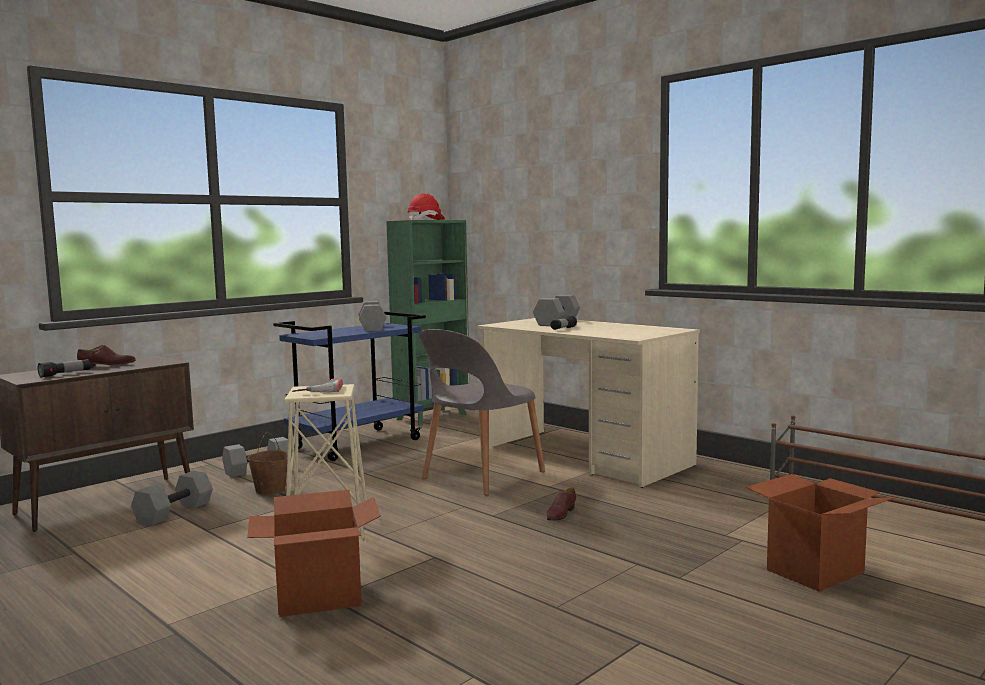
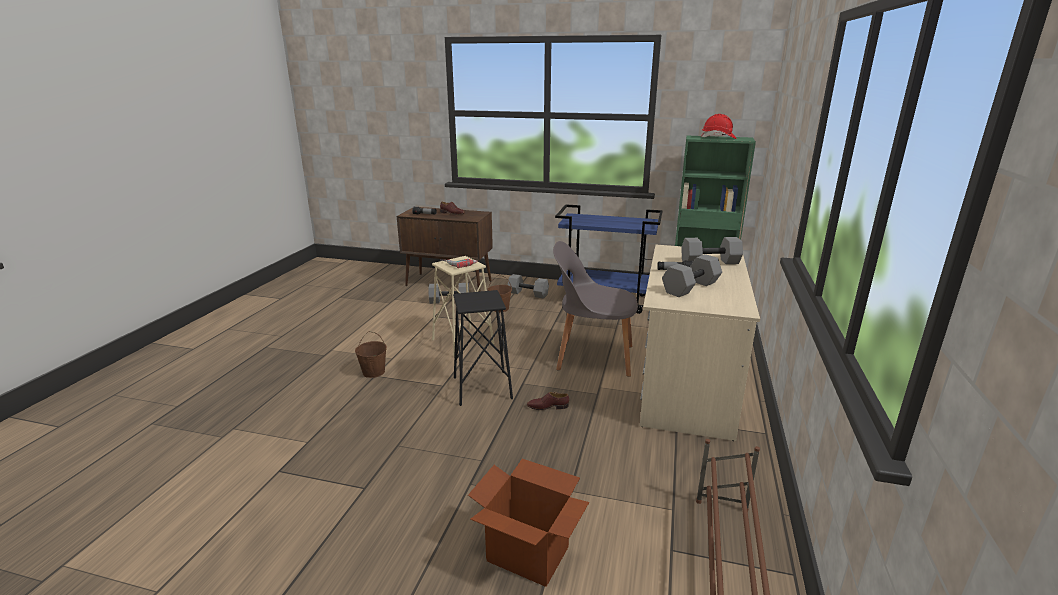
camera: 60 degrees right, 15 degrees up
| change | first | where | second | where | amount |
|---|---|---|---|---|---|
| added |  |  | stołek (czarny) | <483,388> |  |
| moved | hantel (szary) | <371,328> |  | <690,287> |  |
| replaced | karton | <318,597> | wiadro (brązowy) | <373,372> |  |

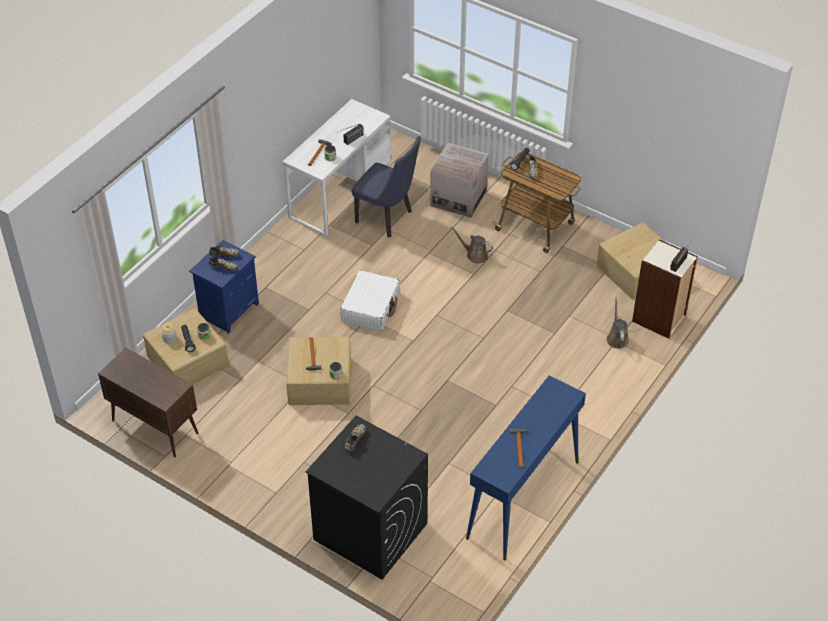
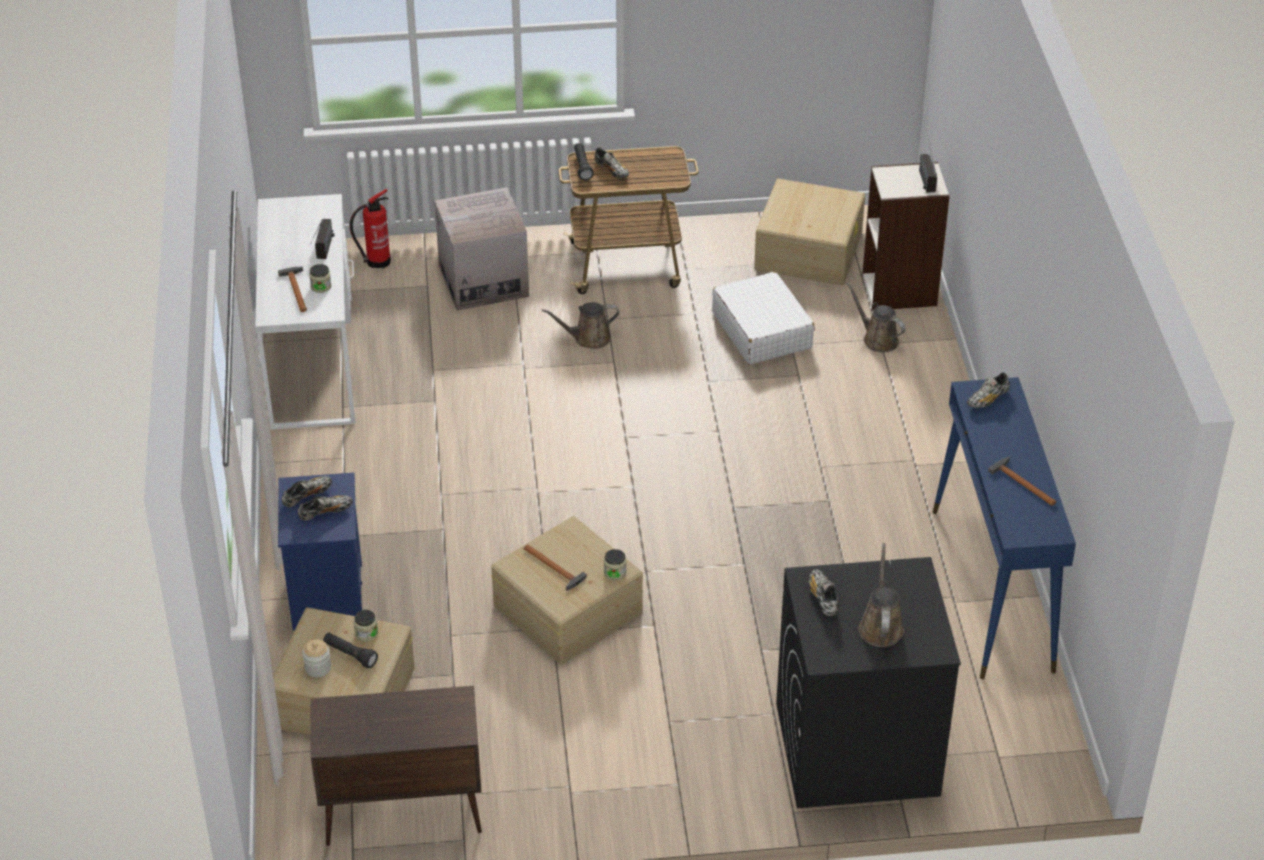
camera: 40 degrees left, 5 degrees down
| change | first | where | second | where | amount |
|---|---|---|---|---|---|
| removed | krzesło (niebieski) | <388,218> |  |  |  |
| added |  |  | gaśnica | <376,262> |  |
| added |  |  | konewka (brązowy) | <880,626> |  |
| added |  |  | but | <987,399> |  |
| moved | walizka (biały) | <371,307> |  | <762,330> |  |

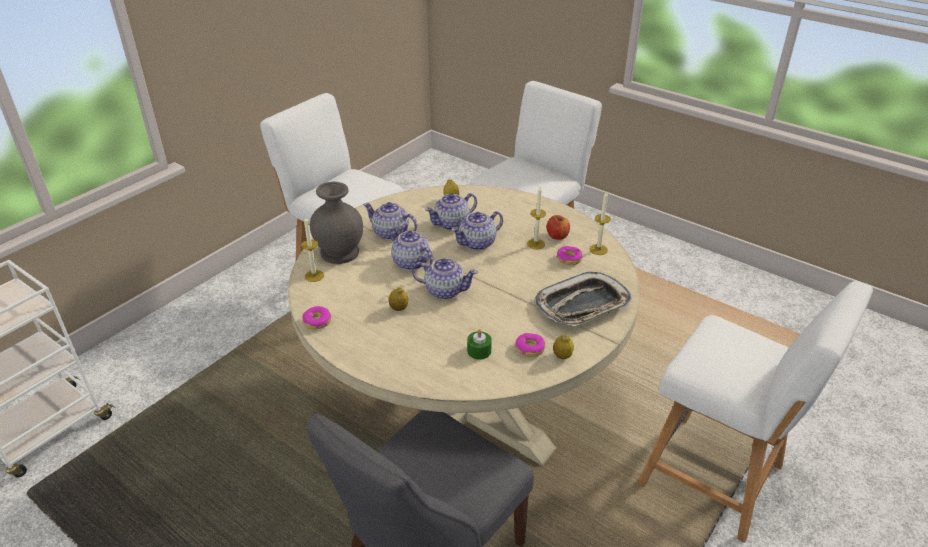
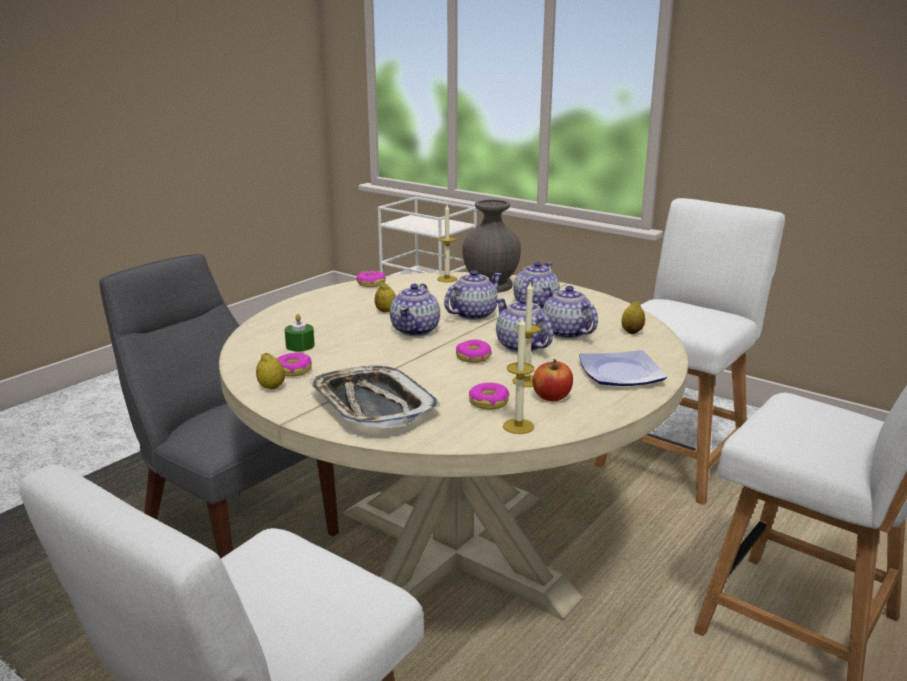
camera: 90 degrees right, 15 degrees down
| change | first | where | second | where | amount |
|---|---|---|---|---|---|
| added |  |  | donut | <473,357> |  |
| added |  |  | talerz | <621,373> |  |

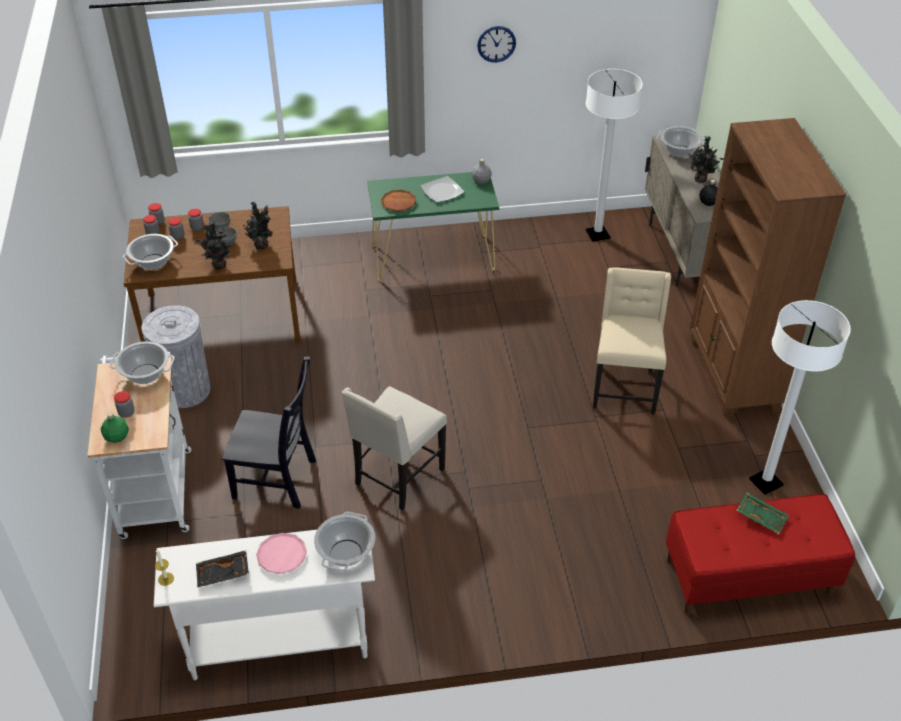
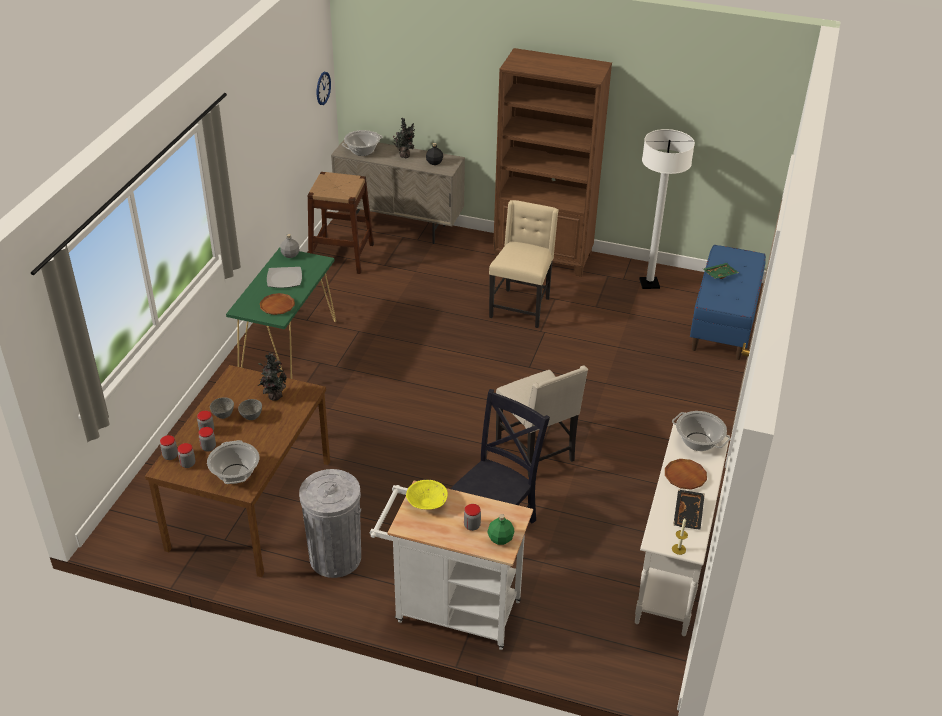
camera: 65 degrees left, 5 degrees down
| change | first | where | second | where | amount |
|---|---|---|---|---|---|
| removed | roślina doniczkowa | <218,266> |  |  |  |
| moved | zegar ścienny | <496,44> |  | <323,88> |  |
| replaced | garnek | <145,374> | miska (żółty) | <426,502> |  |
| replaced | lampa stojąca (biały) | <597,234> | stołek (brązowy) | <341,255> |  |
| recoloured | talerz (różowy) | <282,555> | talerz (brązowy) | <685,476> |  |
| recoloured | ławka (czerwony) | <748,578> | ławka (niebieski) | <723,323> |  |
| turned | krzesło (beżowy) | <624,388> |  | <521,307> | 75 degrees clockwise |

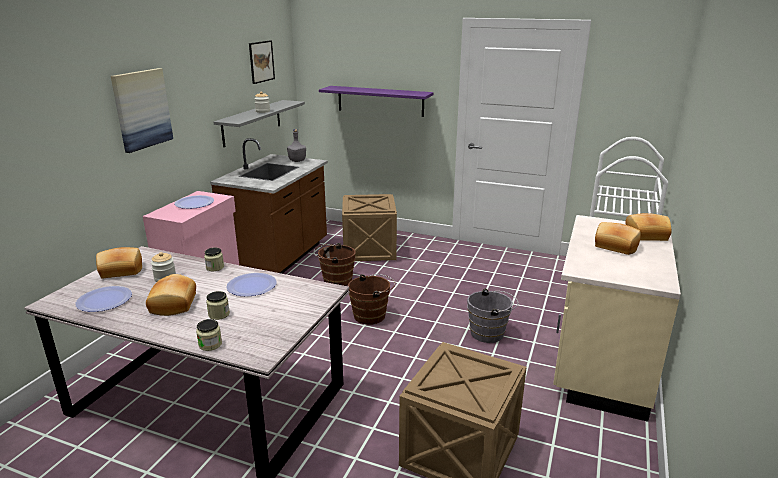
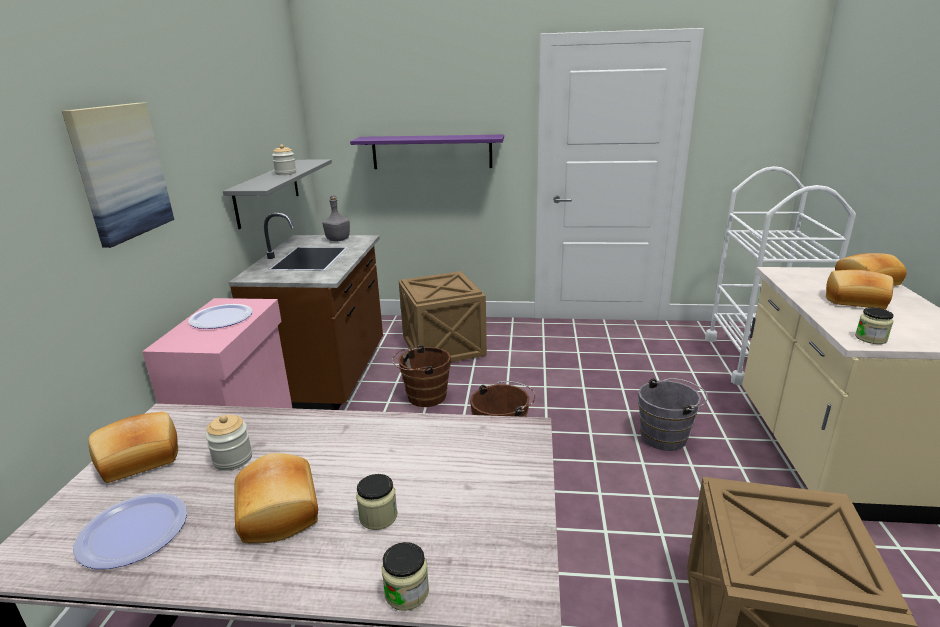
camera: 15 degrees left, 0 degrees up
| change | first | where | second | where | amount |
|---|---|---|---|---|---|
| removed | talerz | <251,286> |  |  |  |
| removed | obraz | <261,61> |  |  |  |
| moved | słoik | <215,267> |  | <870,338> |  |

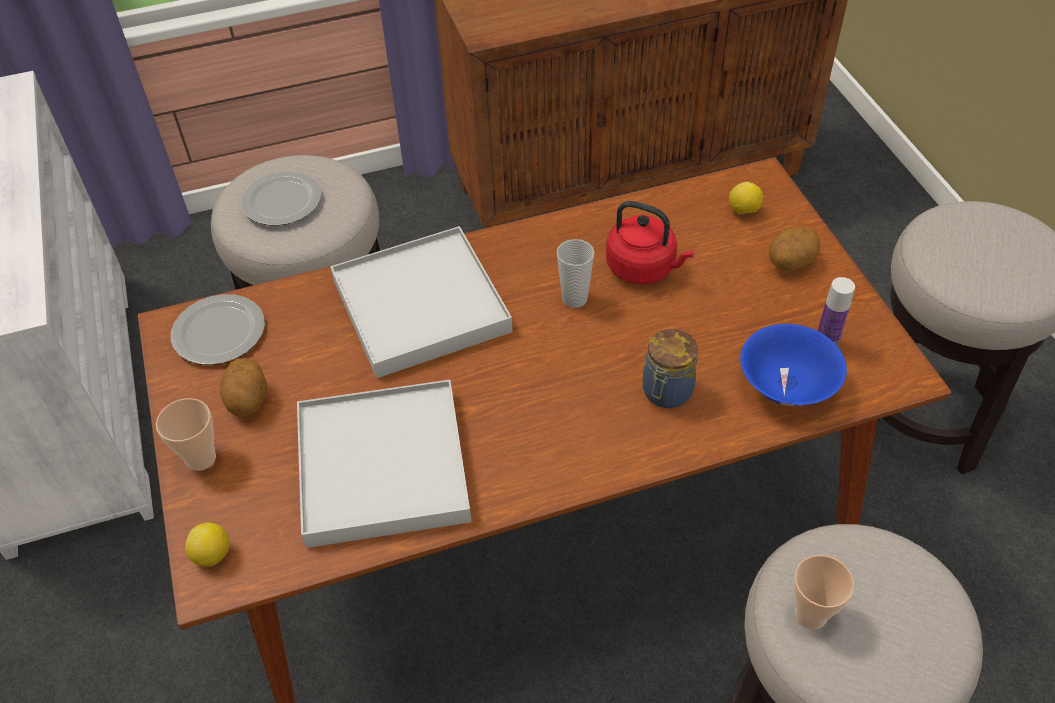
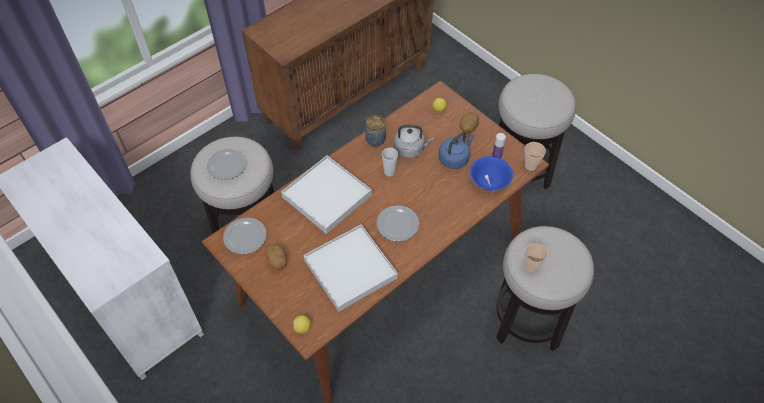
camera: 25 degrees left, 5 degrees up
| change | first | where | second | where | amount |
|---|---|---|---|---|---|
| added |  |  | talerz | <397,225> |  |
| added |  |  | czajnik (niebieski) | <455,158> |  |
| moved | filiżanka | <201,458> |  | <530,166> |  |
| moved | słoik | <666,393> |  | <375,140> |  |
| recoloured | czajnik (czerwony) | <644,268> | czajnik (szary) | <411,149> |  |

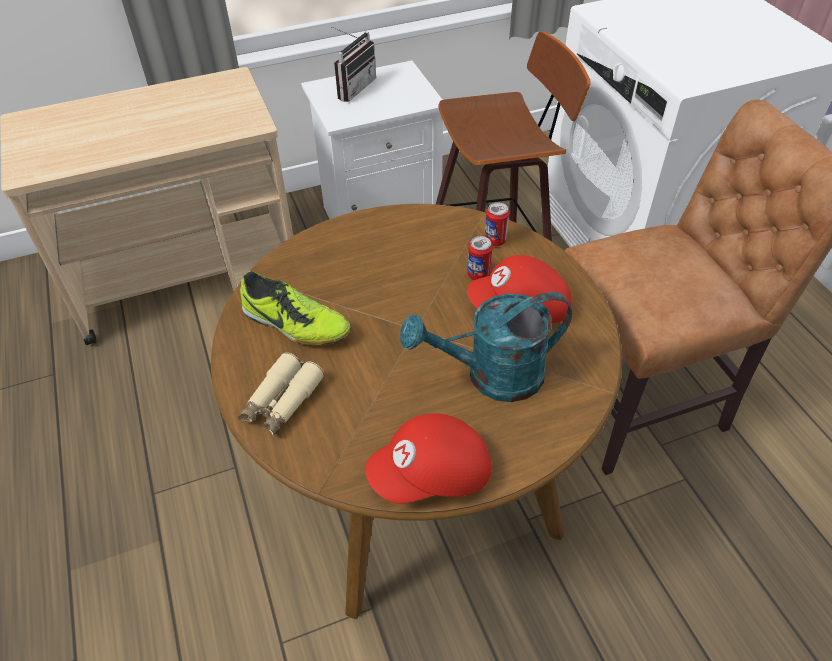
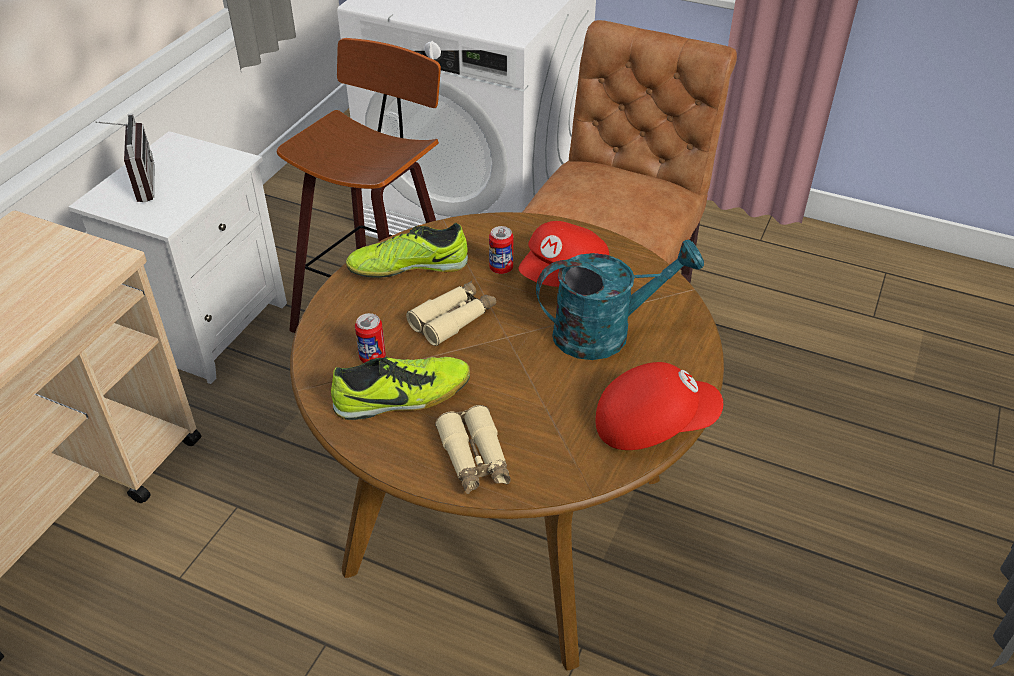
camera: 45 degrees left, 5 degrees down
| change | first | where | second | where | amount |
|---|---|---|---|---|---|
| added |  |  | but | <408,267> |  |
| added |  |  | lornetka (beżowy) | <453,319> |  |
| moved | puszka | <495,241> |  | <372,358> |  |
| turned | czapka z daszkiem (czerwony) | <432,475> |  | <653,423> | 120 degrees counterclockwise |
| turned | konewka (turkusowy) | <491,376> |  | <605,332> | 135 degrees counterclockwise |

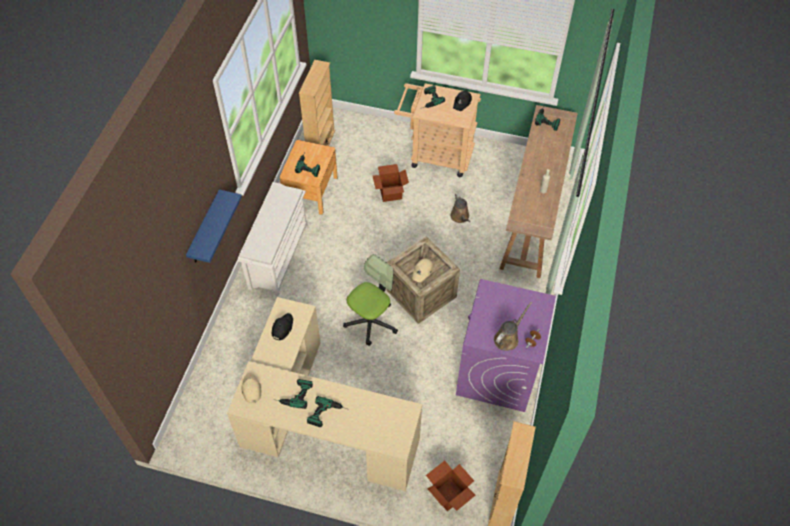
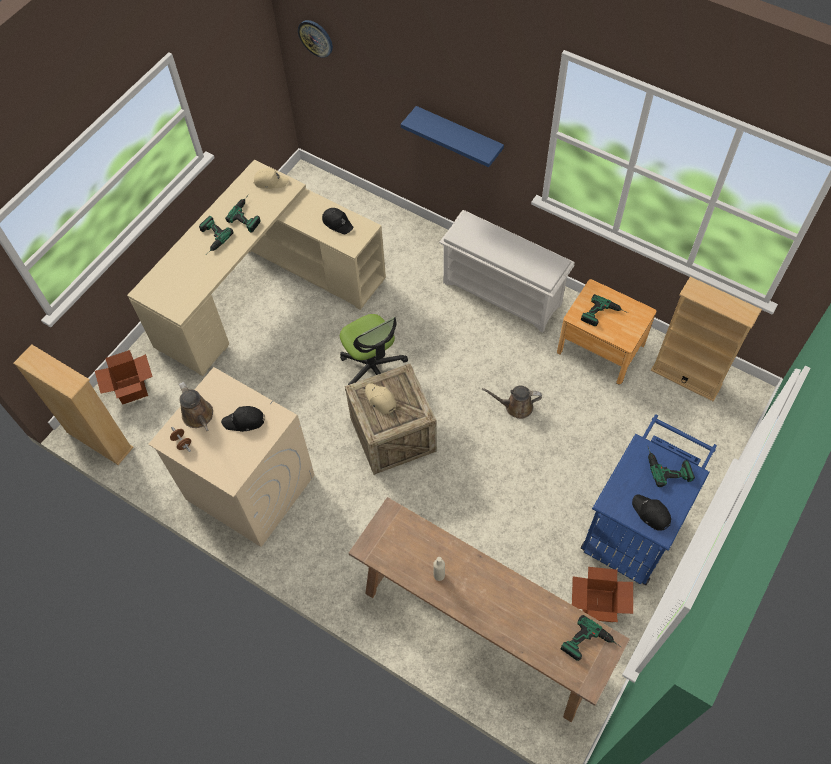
camera: 110 degrees right, 5 degrees up
| change | first | where | second | where | amount |
|---|---|---|---|---|---|
| added |  |  | czapka z daszkiem (czarny) | <244,421> |  |
| added |  |  | zegar ścienny | <316,38> |  |
| moved | karton | <390,193> |  | <597,605> |  |
| moved | konewka (brązowy) | <460,217> |  | <515,407> |  |
| recoloured | wózek (beżowy) | <435,155> | wózek (niebieski) | <635,525> |  |
| recoloured | pralka (fioletowy) | <497,372> | pralka (beżowy) | <249,487> |  |

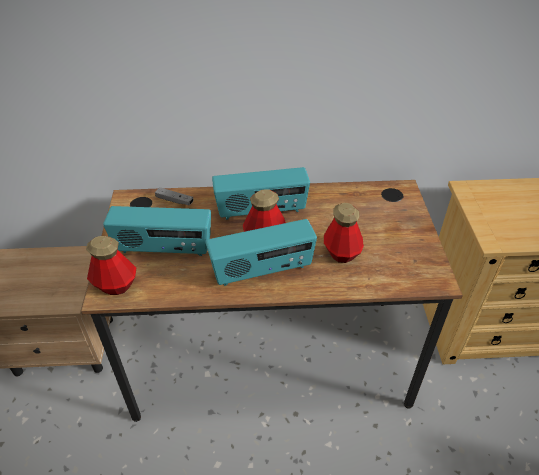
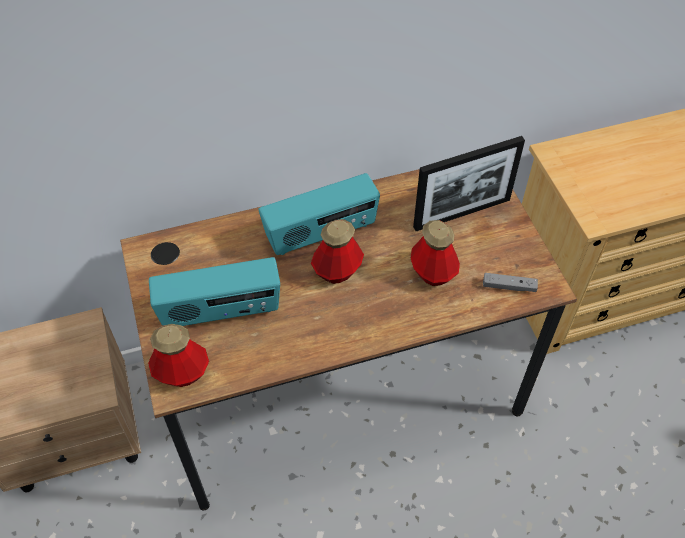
camera: 15 degrees left, 10 degrees up
| change | first | where | second | where | amount |
|---|---|---|---|---|---|
| removed | radio | <262,271> |  |  |  |
| added |  |  | ramka na zdjęcie | <462,213> |  |
| moved | pad do gier (szary) | <174,200> |  | <509,286> |  |

